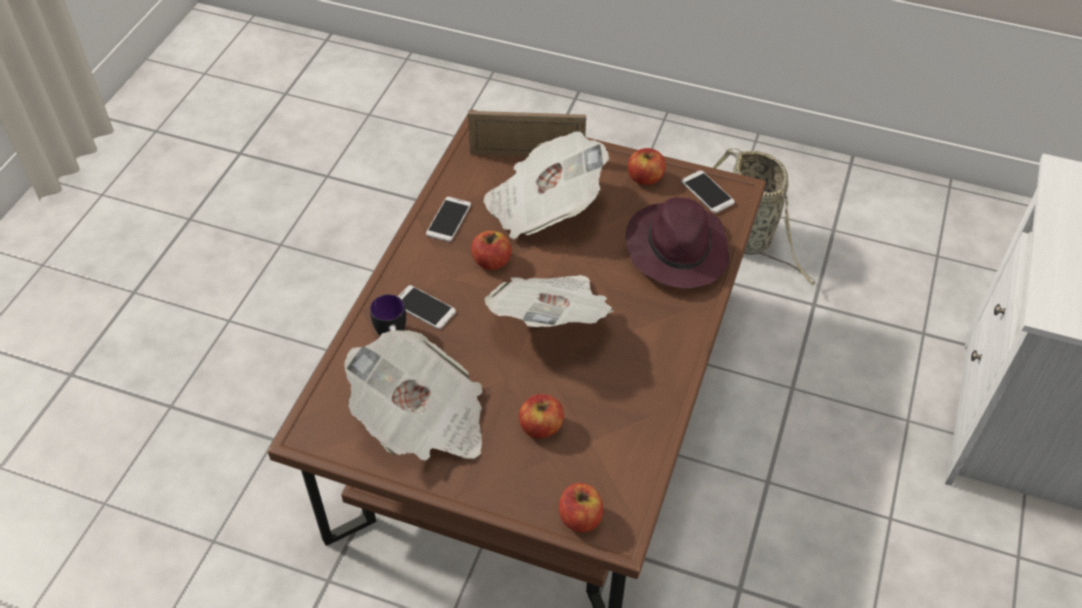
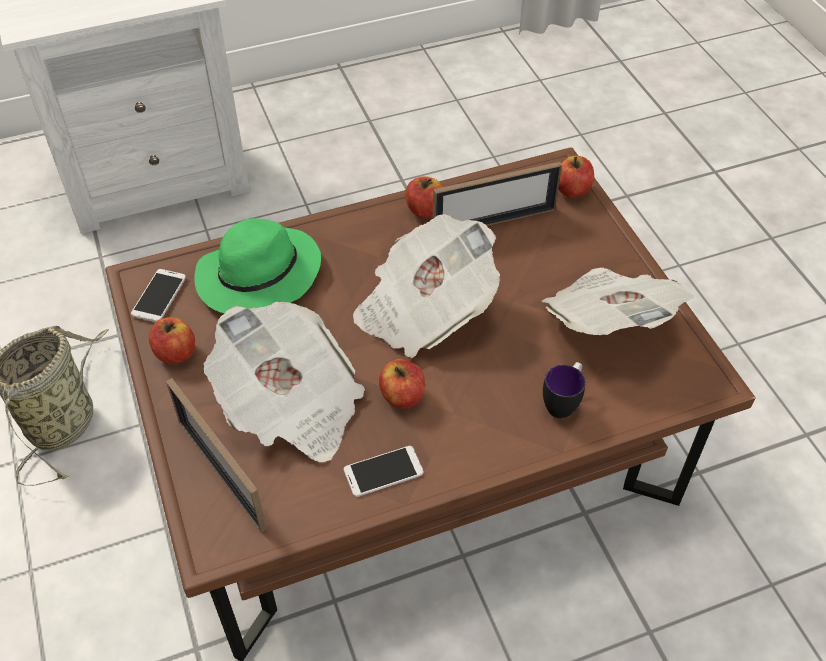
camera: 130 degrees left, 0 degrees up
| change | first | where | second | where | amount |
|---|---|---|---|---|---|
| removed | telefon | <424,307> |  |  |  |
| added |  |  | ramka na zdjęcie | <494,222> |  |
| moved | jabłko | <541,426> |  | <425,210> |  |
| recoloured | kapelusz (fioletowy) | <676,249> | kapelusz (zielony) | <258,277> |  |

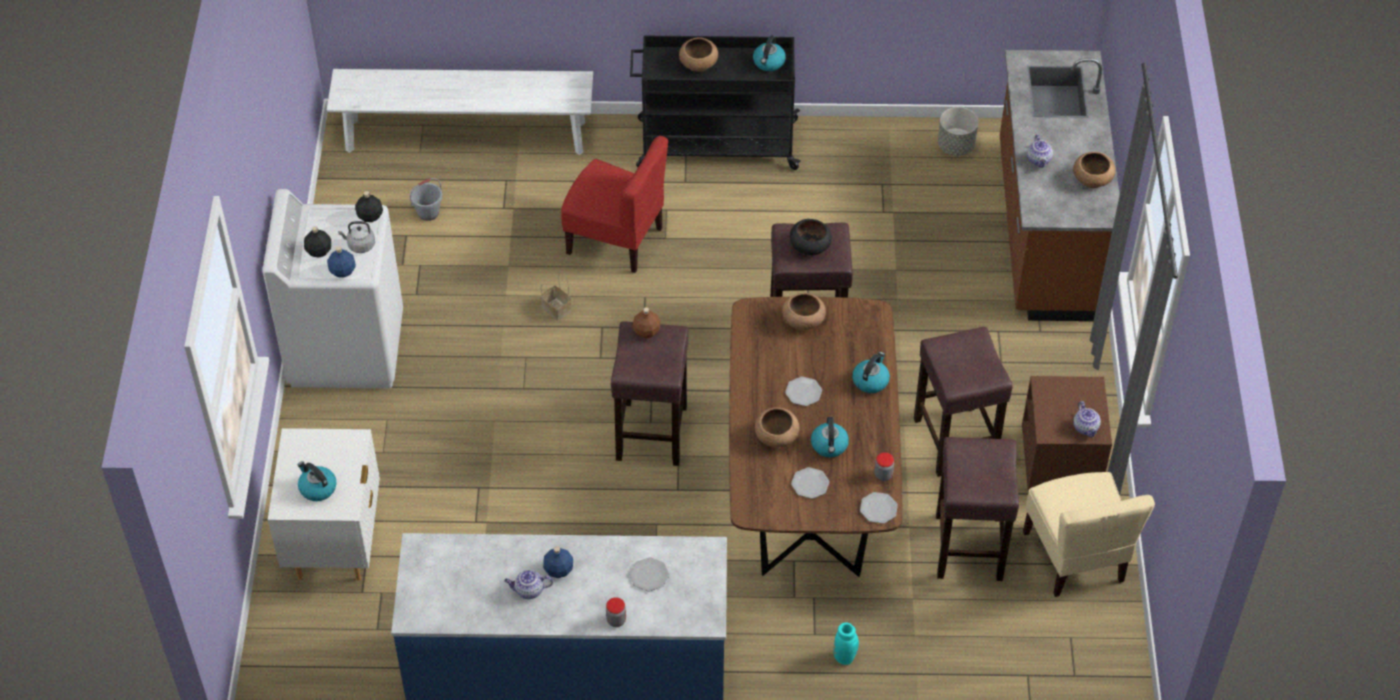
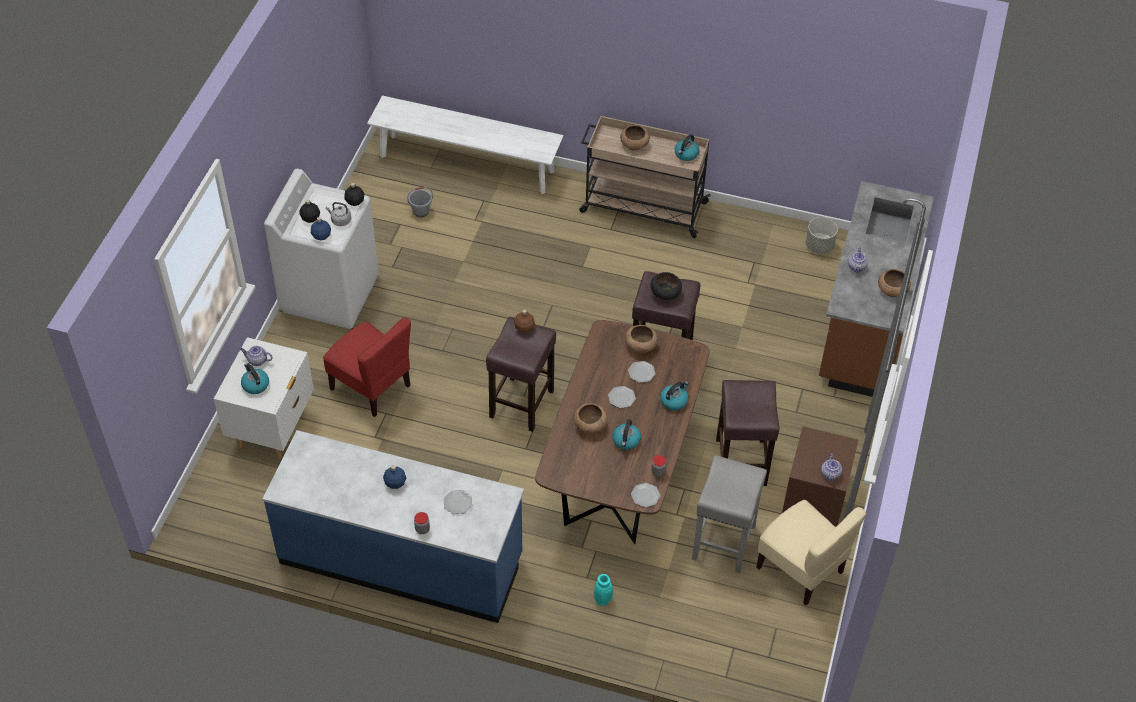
camera: 15 degrees right, 0 degrees up
| change | first | where | second | where | amount |
|---|---|---|---|---|---|
| removed | koszyk | <555,309> |  |  |  |
| moved | imbryk | <529,591> |  | <257,361> |  |
| moved | krzesło (czerwony) | <616,240> |  | <371,387> |  |
| moved | talerz | <809,484> |  | <641,372> |  |
| recoloured | wózek (czarny) | <715,144> | wózek (beżowy) | <642,207> |  |
| recoloured | stołek (brązowy) | <969,548> | stołek (szary) | <723,543> |  |
| turned | krzesło (beżowy) | <1075,557> |  | <801,569> | 45 degrees counterclockwise |

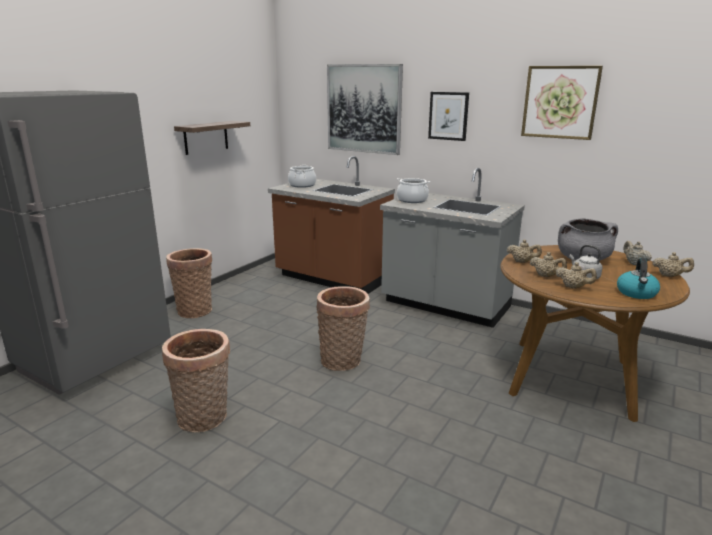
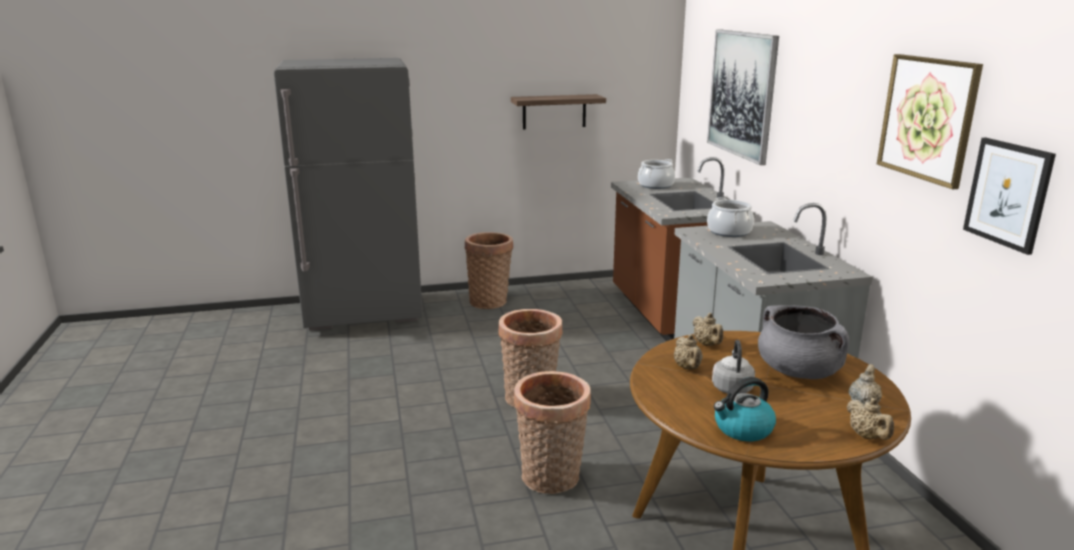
camera: 45 degrees right, 0 degrees up
| change | first | where | second | where | amount |
|---|---|---|---|---|---|
| removed | imbryk (beżowy) | <573,287> |  |  |  |
| moved | koszyk | <204,419> |  | <551,479> |  |
| moved | obraz | <448,116> |  | <1008,194> |  |

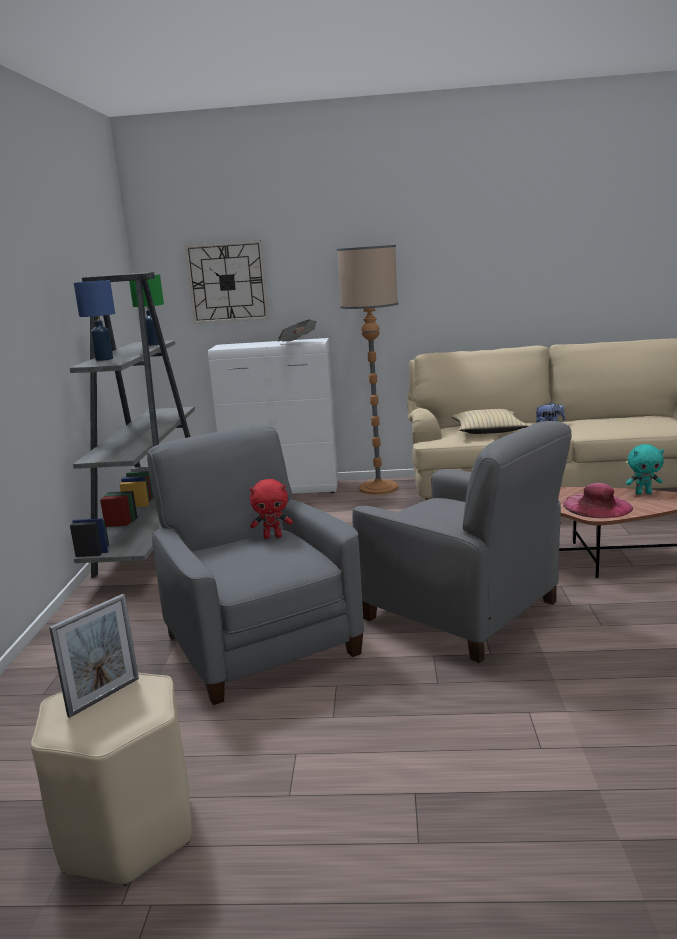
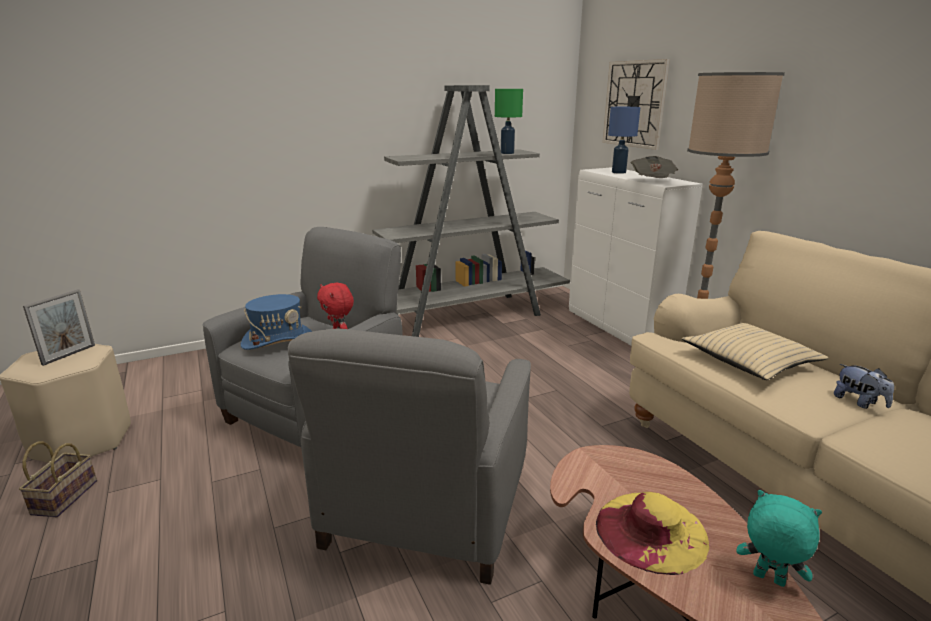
camera: 60 degrees right, 5 degrees up
| change | first | where | second | where | amount |
|---|---|---|---|---|---|
| added |  |  | koszyk | <65,496> |  |
| added |  |  | kapelusz (niebieski) | <278,340> |  |
| moved | lampa stołowa (niebieski) | <104,359> |  | <618,172> |  |
| recoloured | kapelusz (różowy) | <597,506> | kapelusz (żółty) | <651,531> |  |
| turned | ramka na zdjęcie | <104,697> |  | <69,355> | 75 degrees counterclockwise |
| turned | pluszak (turkusowy) | <643,493> |  | <768,580> | 150 degrees clockwise |

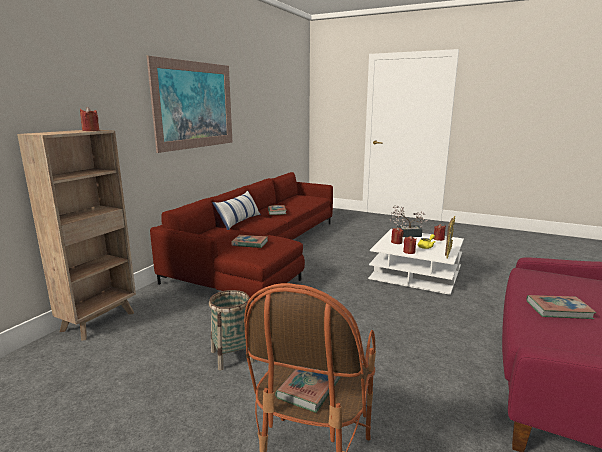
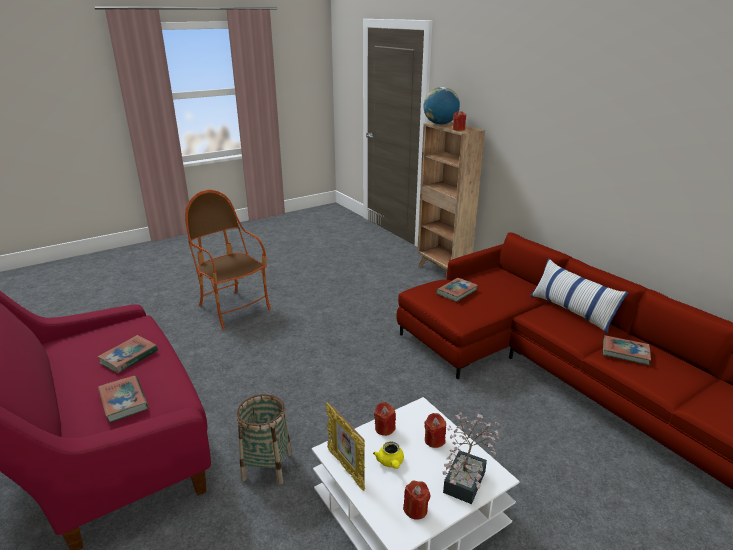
camera: 120 degrees right, 10 degrees up
| change | first | where | second | where | amount |
|---|---|---|---|---|---|
| removed | obraz | <194,105> |  |  |  |
| added |  |  | globus | <440,124> |  |
| moved | koszyk | <232,356> |  | <267,466> |  |
| moved | książka | <310,387> |  | <124,401> |  |

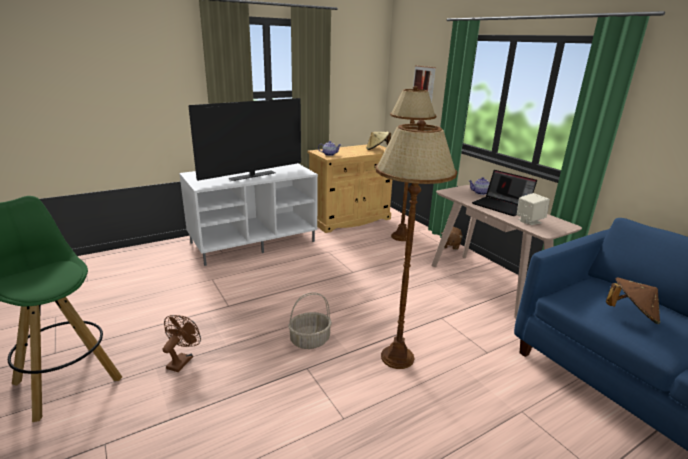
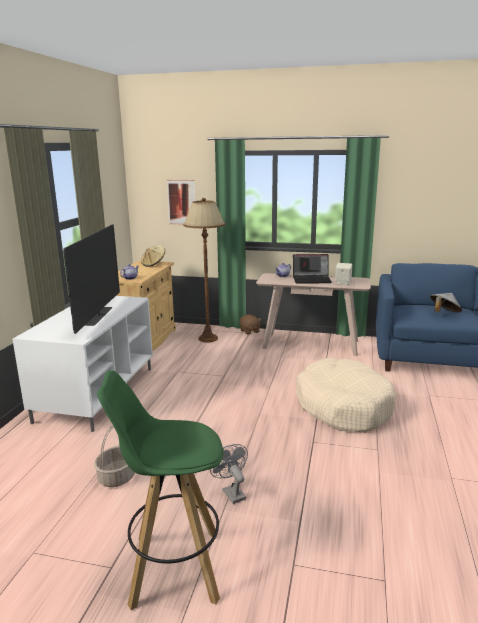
camera: 45 degrees left, 5 degrees down
| change | first | where | second | where | amount |
|---|---|---|---|---|---|
| moved | koszyk | <310,340> |  | <117,476> |  |
| replaced | lampa stojąca (brązowy) | <397,357> | legowisko (beżowy) | <343,406> |  |
| recoloured | wentylator (brązowy) | <182,360> | wentylator (szary) | <231,492> |  |
| recoloured | kapelusz (brązowy) | <631,314> | kapelusz (szary) | <444,313> |  |

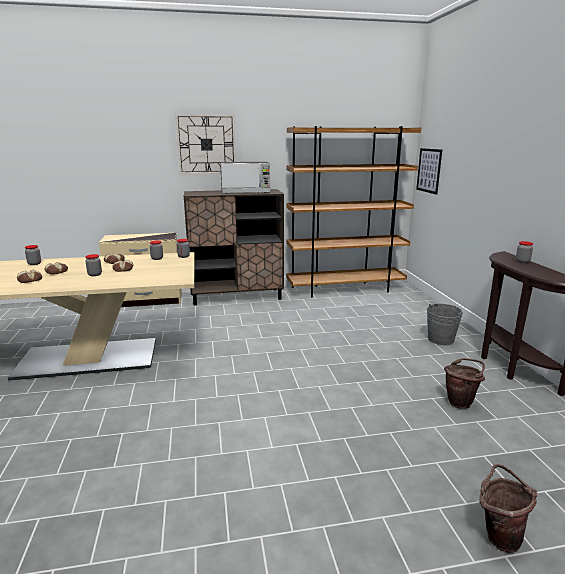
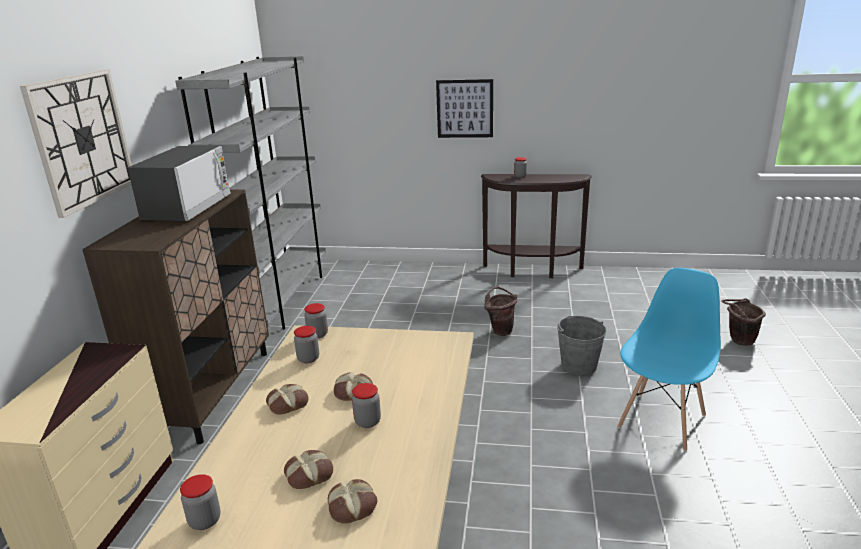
camera: 70 degrees left, 5 degrees up
| change | first | where | second | where | amount |
|---|---|---|---|---|---|
| added |  |  | krzesło (niebieski) | <662,420> |  |
| moved | obraz | <429,170> |  | <465,108> |  |
| moved | wiadro (szary) | <440,339> |  | <578,366> |  |
| moved | wiadro (brązowy) | <461,402> |  | <500,330> |  |
| recoloured | regał (brązowy) | <345,289> | regał (szary) | <282,300> |  |

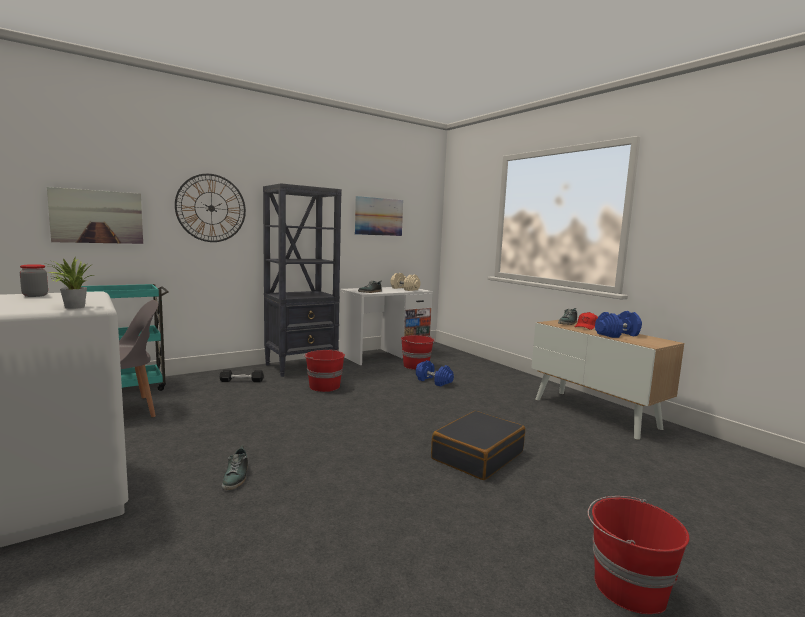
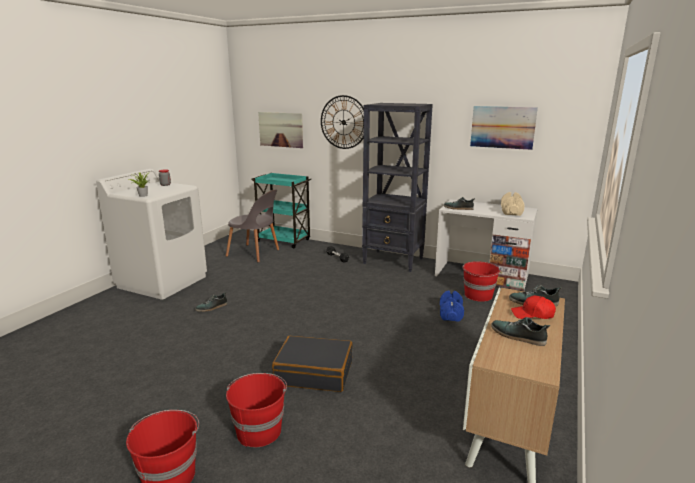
camera: 60 degrees right, 10 degrees up
| change | first | where | second | where | amount |
|---|---|---|---|---|---|
| moved | wiadro (czerwony) | <324,386> |  | <259,430> |  |
| replaced | hantel (niebieski) | <617,335> | but | <517,336> |  |

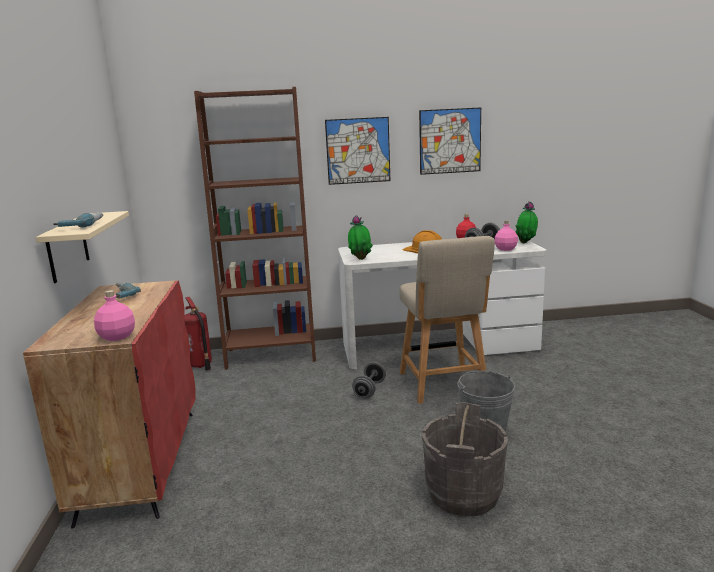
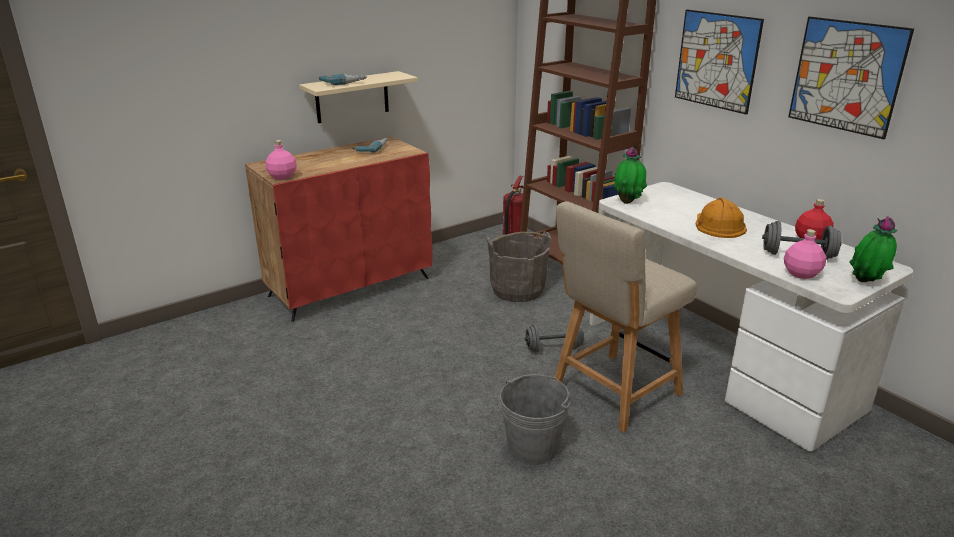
camera: 60 degrees right, 10 degrees up
| change | first | where | second | where | amount |
|---|---|---|---|---|---|
| moved | wiadro (szary) | <463,494> |  | <517,290> |  |

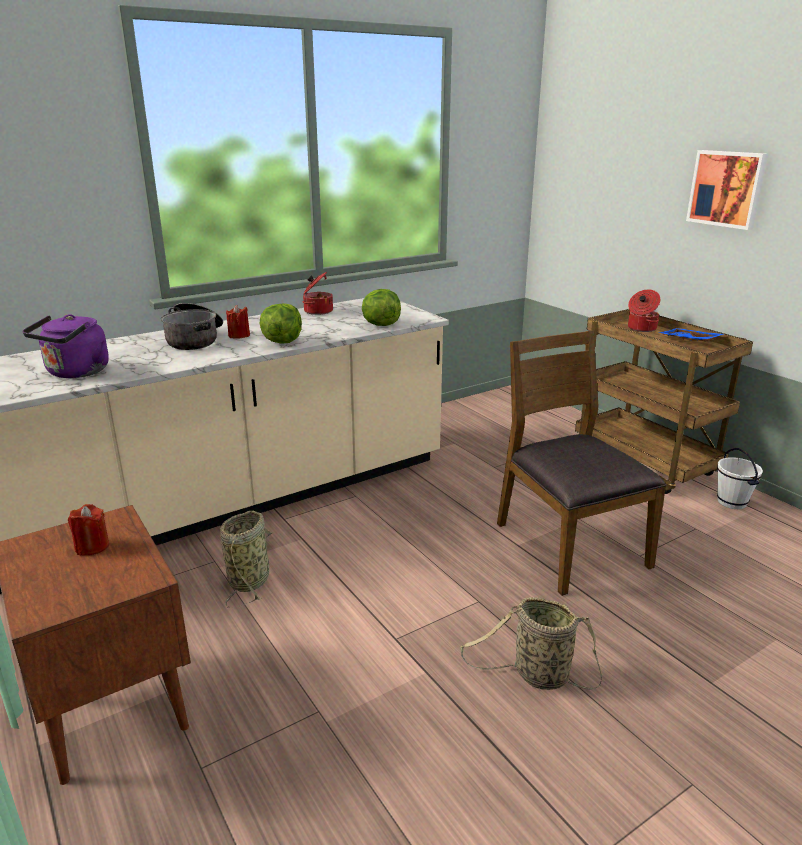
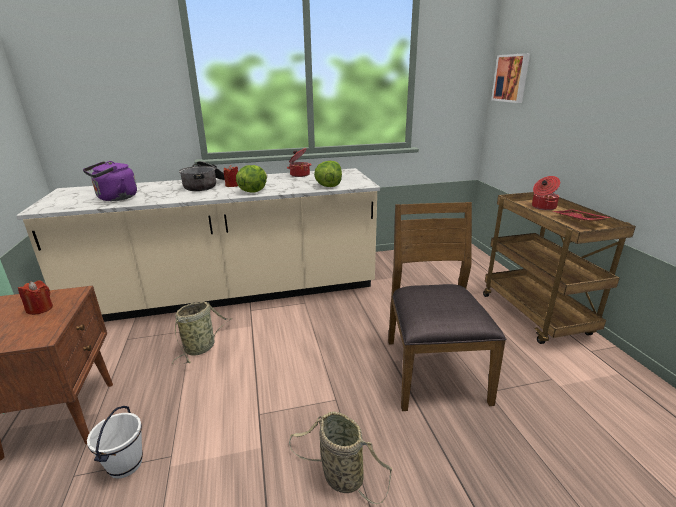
camera: 20 degrees right, 0 degrees up
| change | first | where | second | where | amount |
|---|---|---|---|---|---|
| moved | obraz | <727,188> |  | <511,78> |  |
| moved | wiadro (biały) | <731,502> |  | <125,464> |  |
| recoloured | taca (niebieski) | <688,341> | taca (czerwony) | <577,221> |  |

